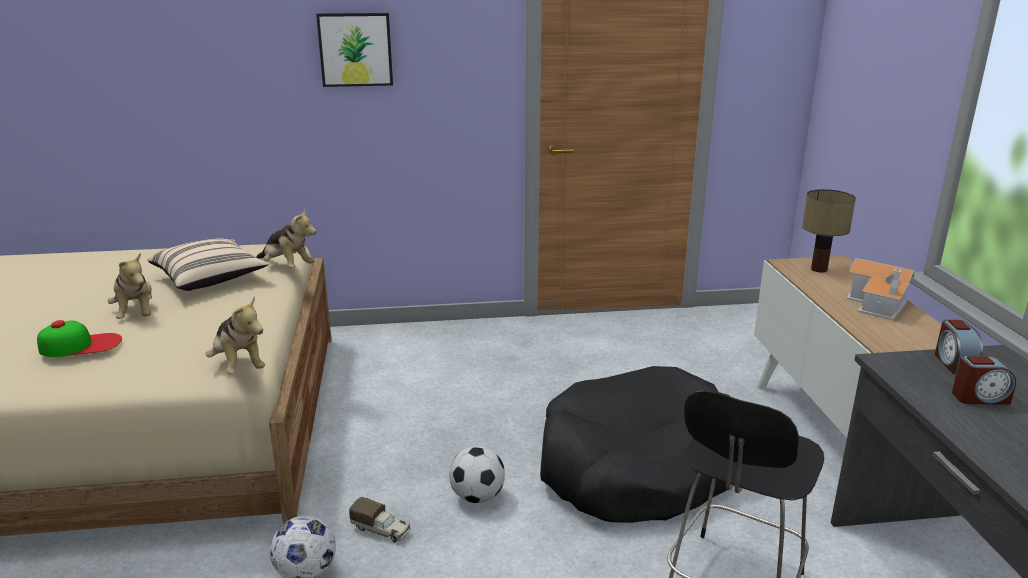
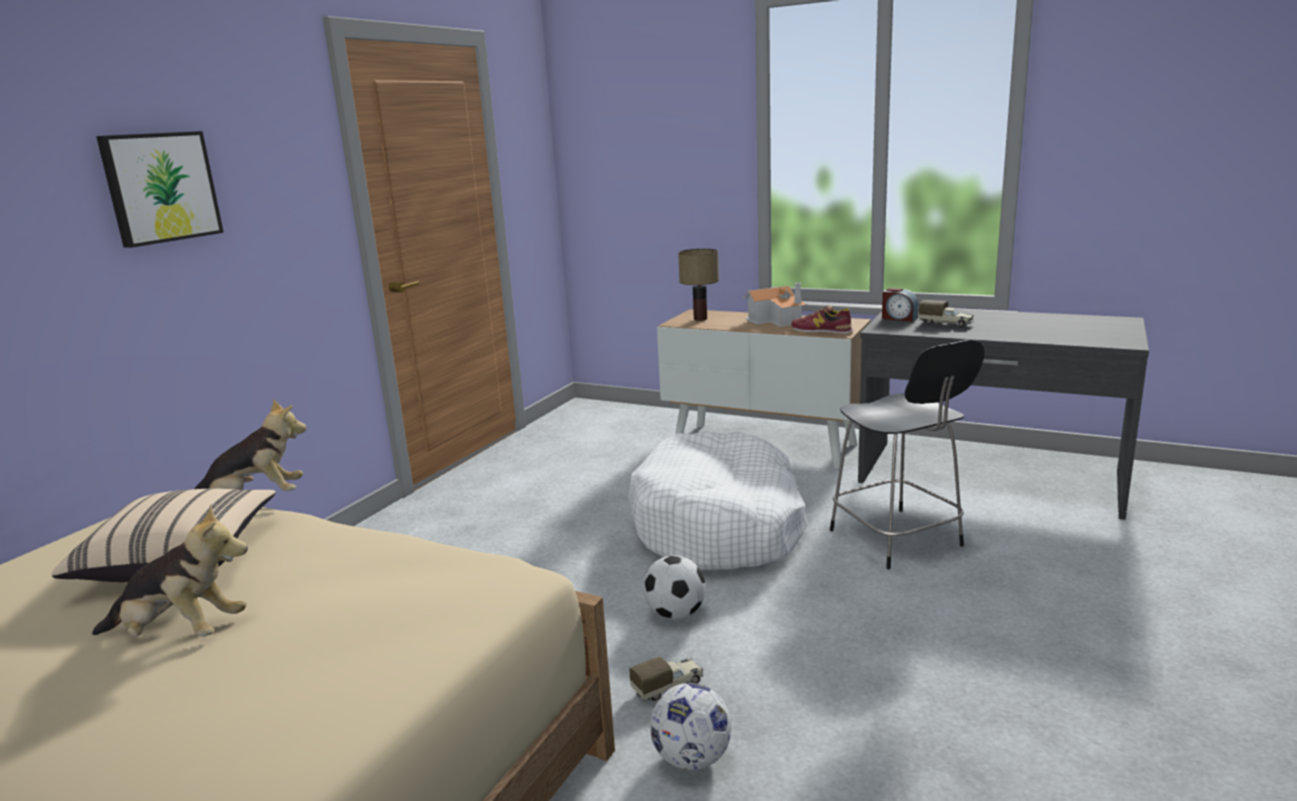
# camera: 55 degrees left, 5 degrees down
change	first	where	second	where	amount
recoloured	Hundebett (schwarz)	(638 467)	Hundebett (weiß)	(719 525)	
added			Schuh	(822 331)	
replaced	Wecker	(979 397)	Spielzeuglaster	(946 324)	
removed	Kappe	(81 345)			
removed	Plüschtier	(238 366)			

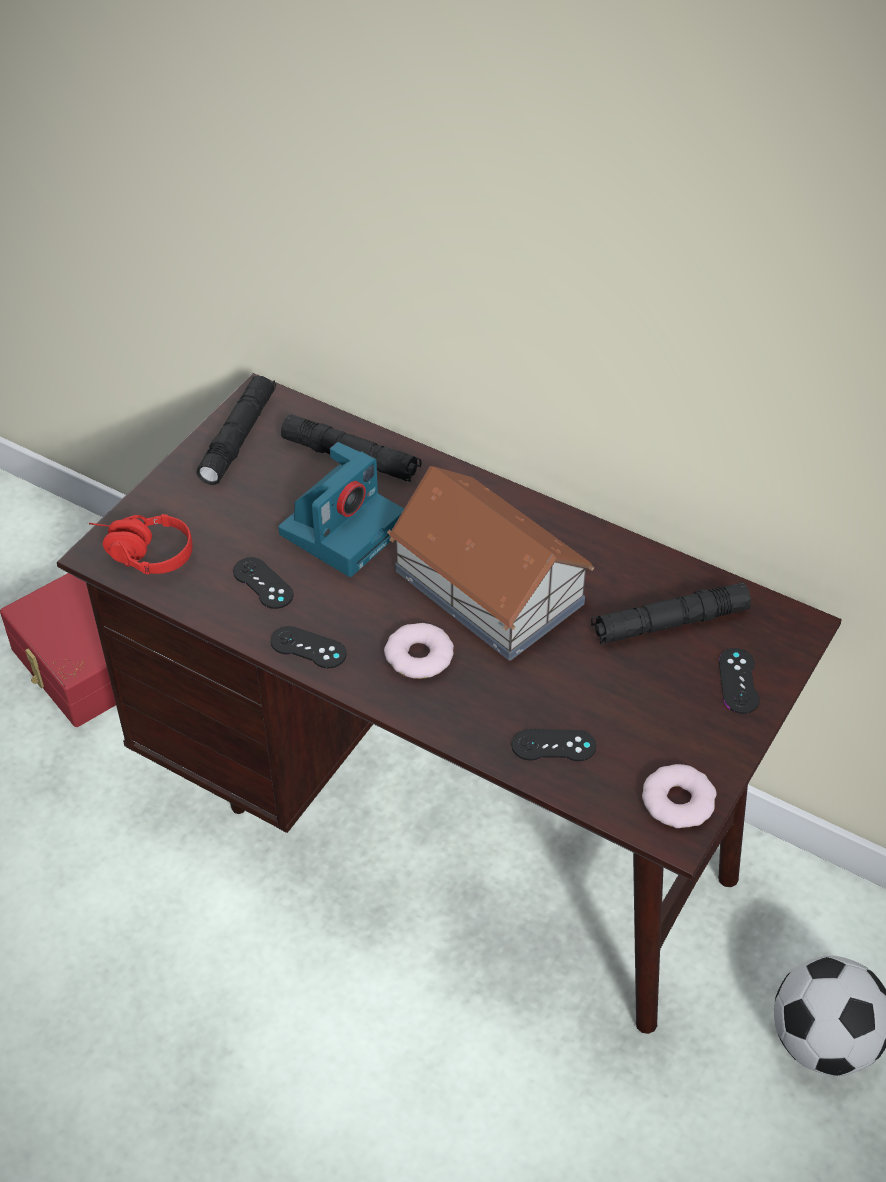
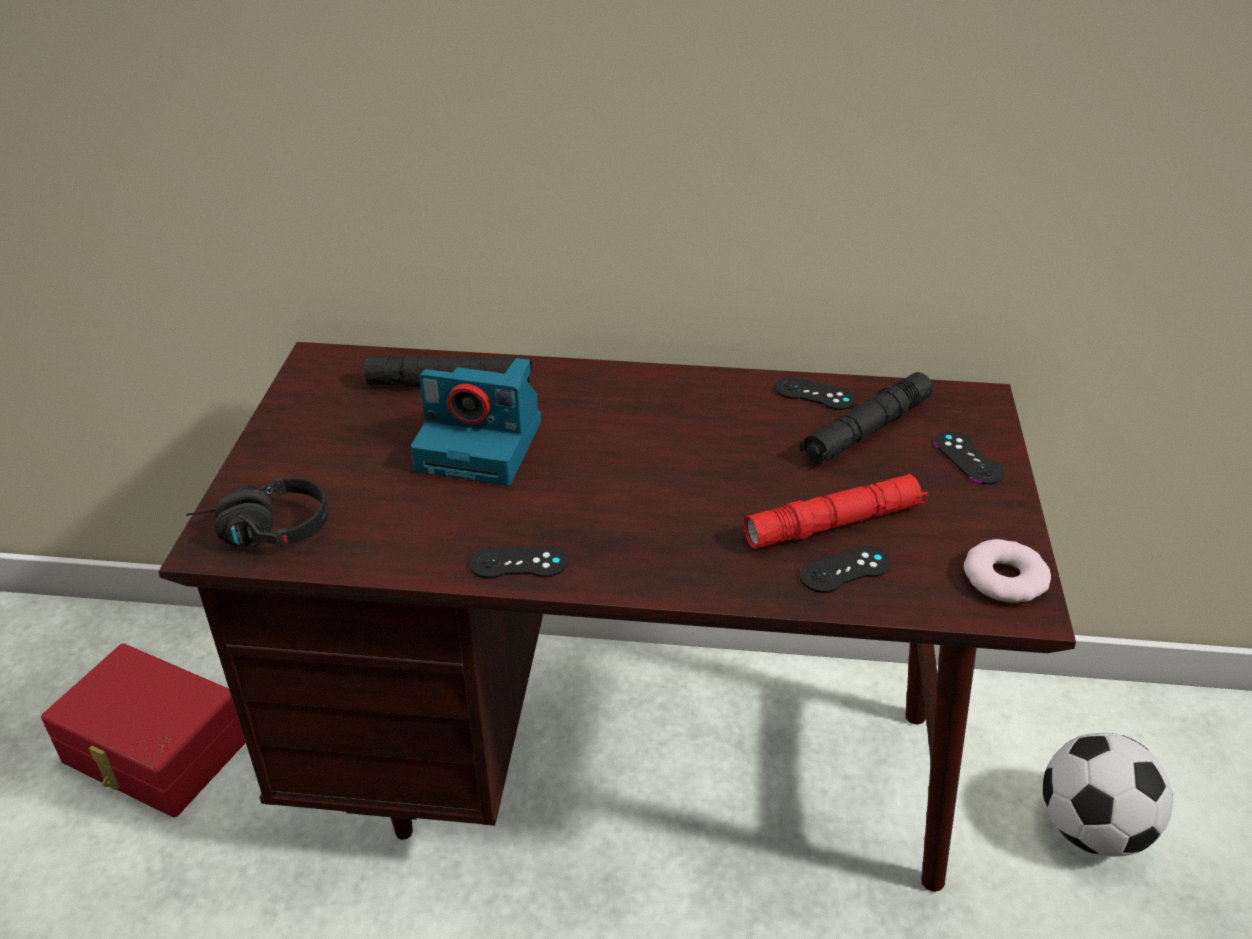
# camera: 25 degrees left, 10 degrees down
change	first	where	second	where	amount
recoloured	Kopfhörer (rot)	(140 554)	Kopfhörer (schwarz)	(261 533)	
turned	Kamera	(343 529)		(483 445)	90 degrees clockwise
added			Taschenlampe (rot)	(834 523)	
moved	Gamepad (schwarz)	(263 583)		(814 394)	
removed	Taschenlampe (schwarz)	(238 437)			
removed	Donut	(419 656)			
removed	Spielzeughaus	(489 588)			

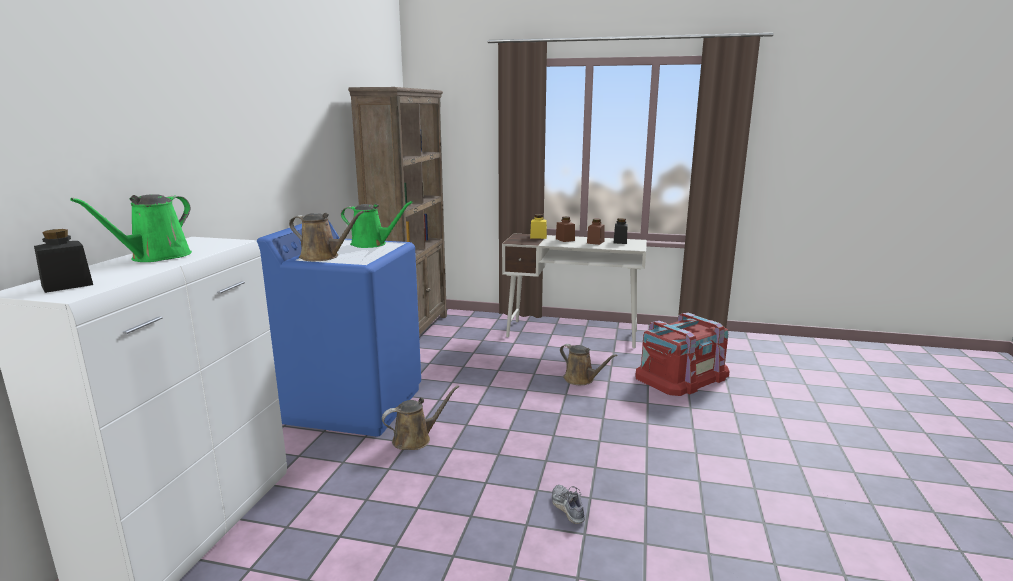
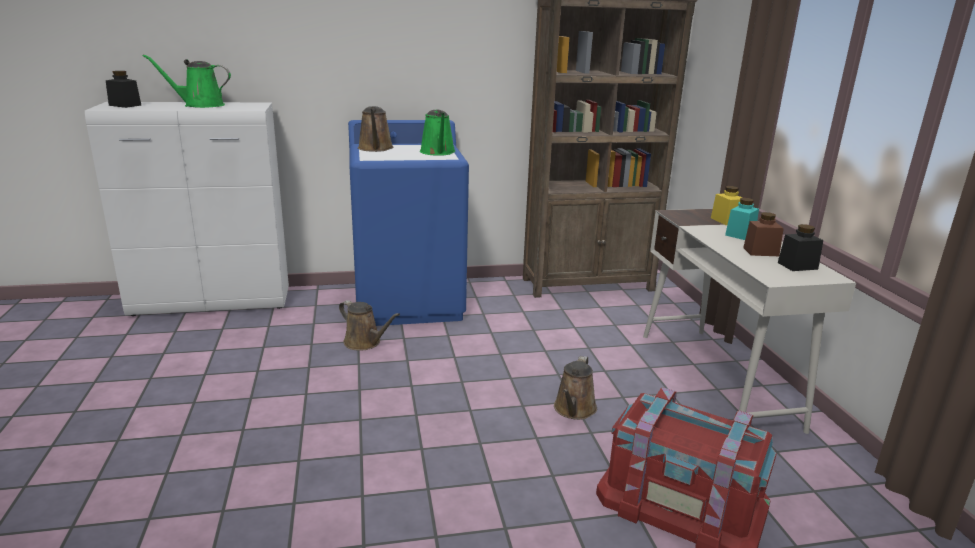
# camera: 65 degrees right, 5 degrees up
change	first	where	second	where	amount
recoloured	Vorratsglas (braun)	(565 239)	Vorratsglas (türkis)	(740 234)	
removed	Schuh	(567 508)			

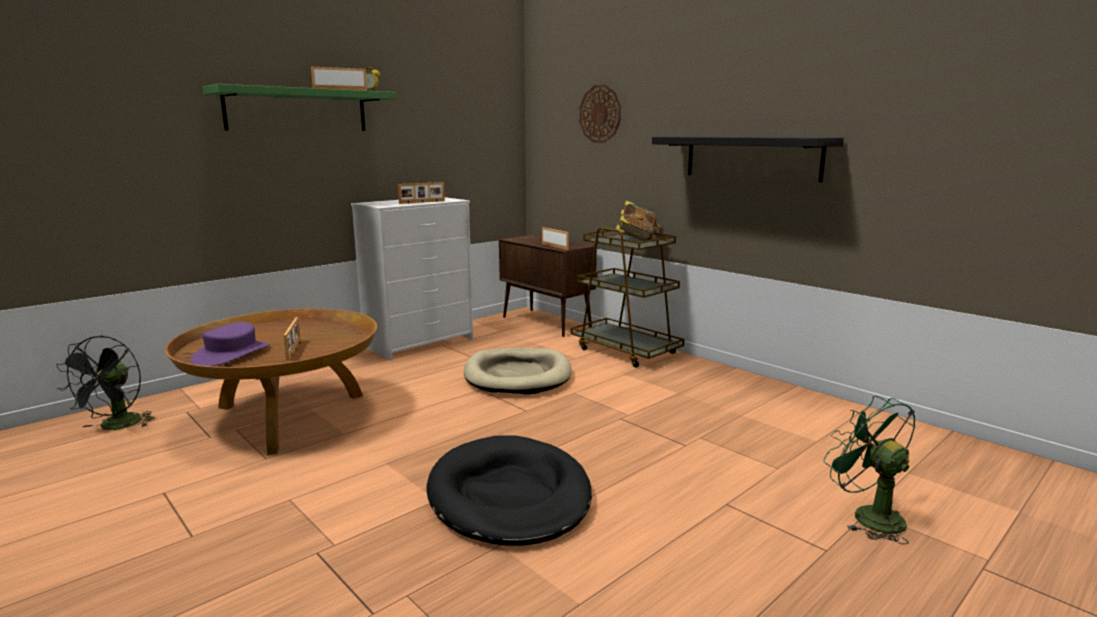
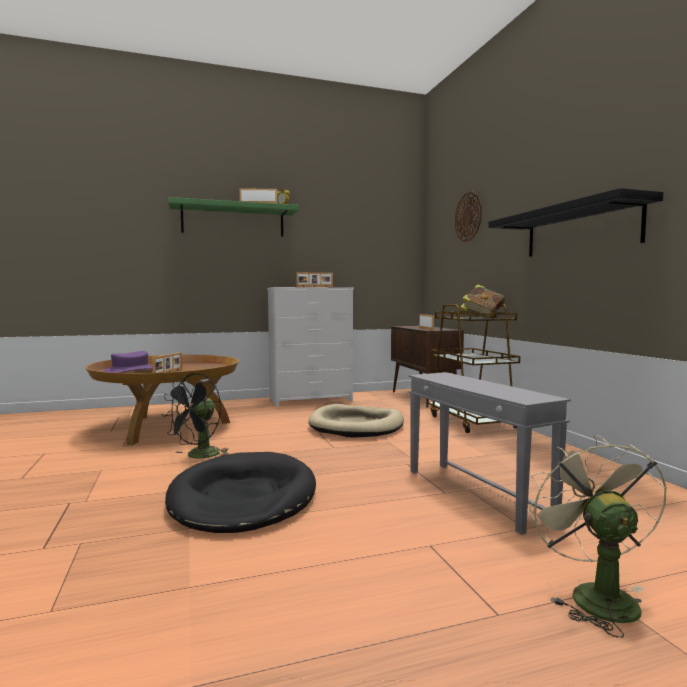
# camera: 25 degrees right, 10 degrees down
change	first	where	second	where	amount
moved	Ventilator (schwarz)	(116 427)		(198 456)	
added			Beistelltisch (grau)	(474 494)	
recoloured	Ventilator (grün)	(868 515)	Ventilator (beige)	(594 595)	

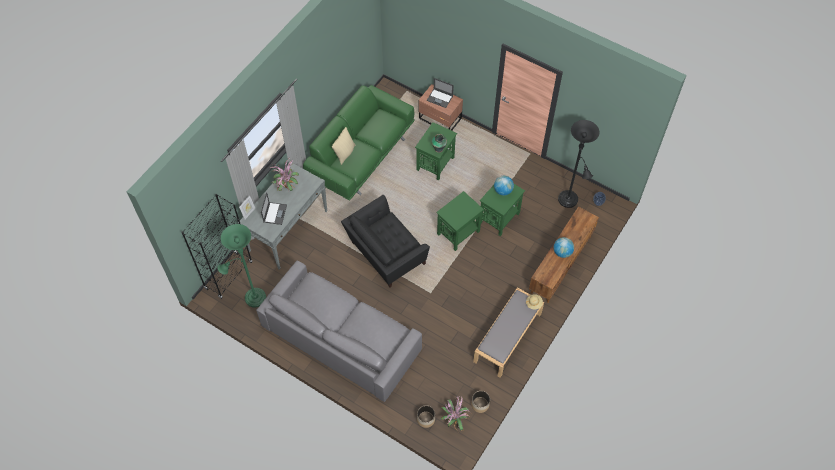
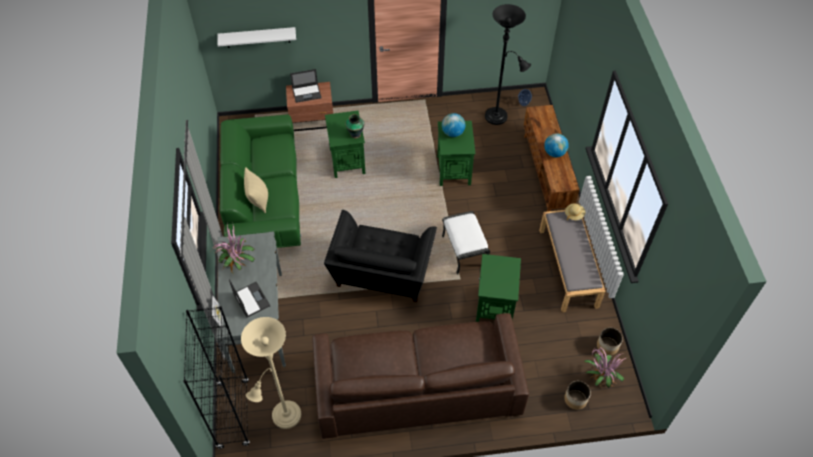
# camera: 40 degrees left, 5 degrees down
change	first	where	second	where	amount
added			Wandregal (weiß)	(257 37)	
recoloured	Stehlampe (grün)	(252 299)	Stehlampe (beige)	(284 418)	
recoloured	Sofa (grau)	(341 337)	Sofa (braun)	(417 385)	
added			Polsterhocker (weiß)	(463 251)	
moved	Beistelltisch (grün)	(458 233)		(494 306)	

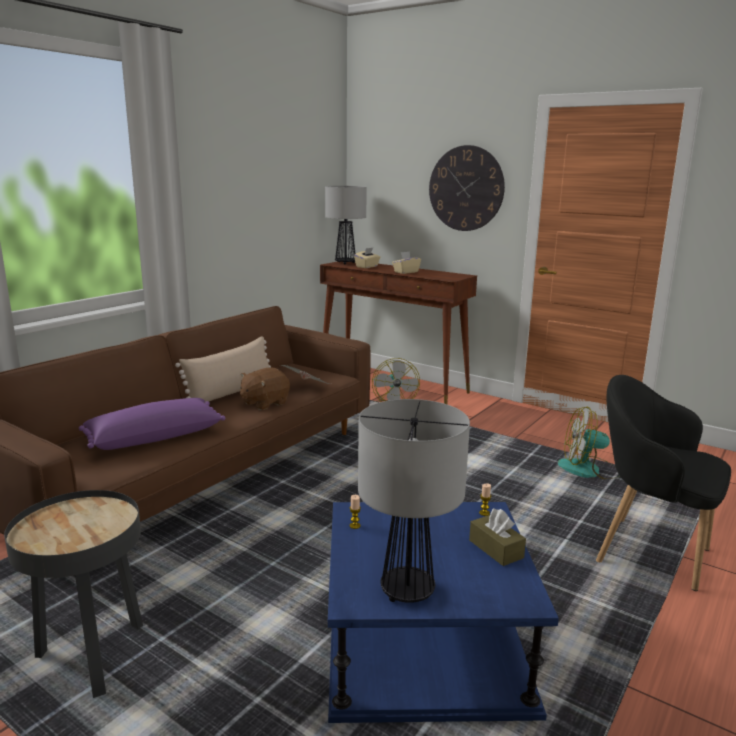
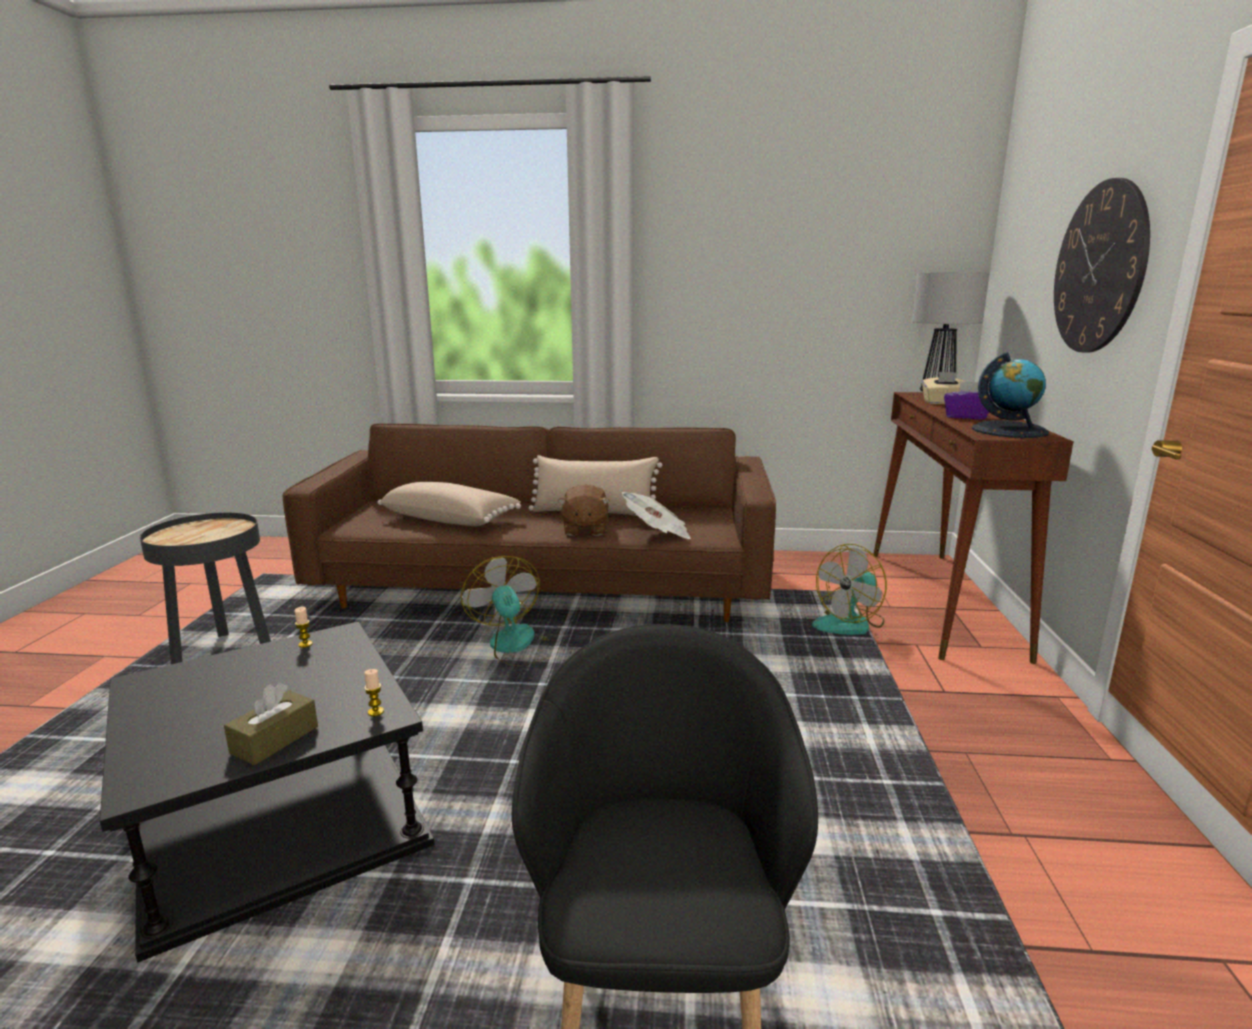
# camera: 60 degrees right, 0 degrees up
change	first	where	second	where	amount
recoloured	Beistelltisch (blau)	(424 645)	Beistelltisch (schwarz)	(279 818)	
recoloured	Kissen (lila)	(154 437)	Kissen (beige)	(451 519)	
moved	Ventilator	(588 470)		(517 647)	
turned	Plüschtier (braun)	(264 403)		(584 529)	105 degrees counterclockwise
recoloured	Taschentuchbox (beige)	(406 272)	Taschentuchbox (lila)	(965 417)	
added			Globus	(1009 430)	
removed	Tischlampe	(406 590)			

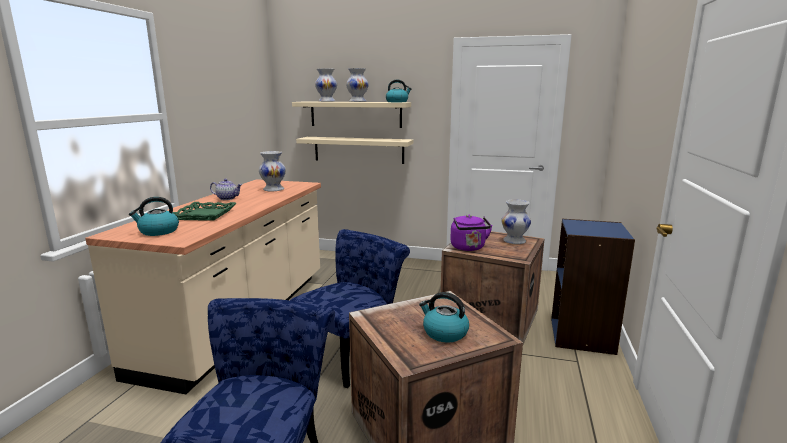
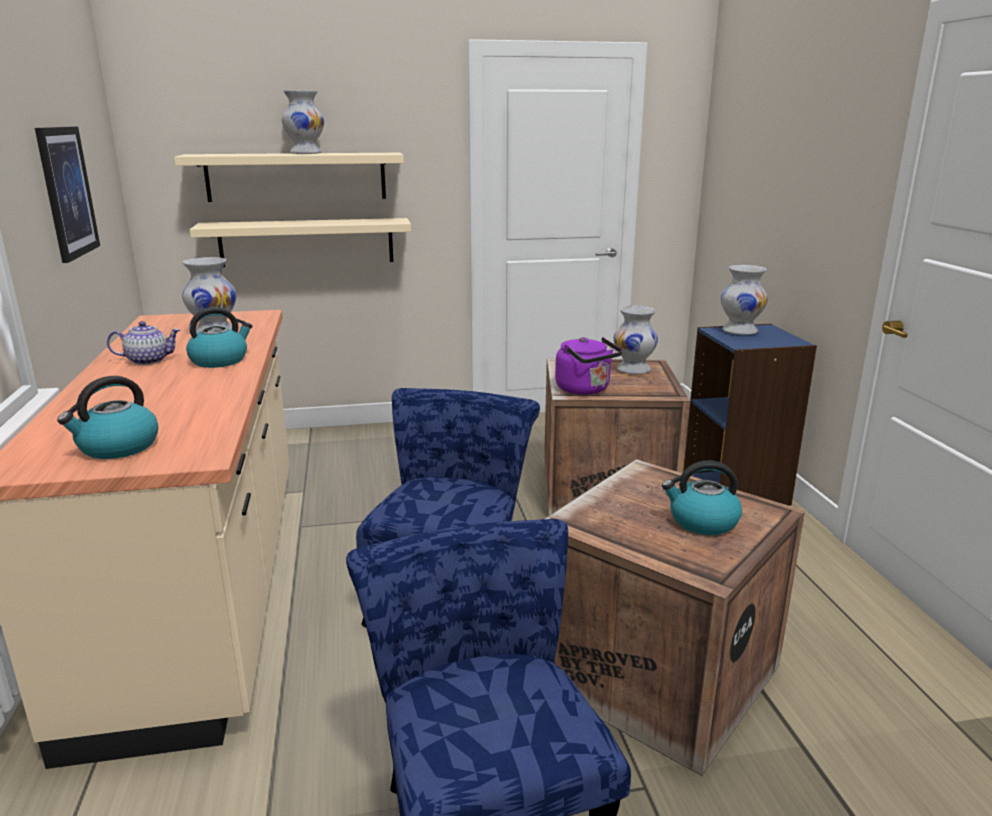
# camera: 25 degrees left, 5 degrees up
change	first	where	second	where	amount
added			Bild	(67 192)	
moved	Wasserkessel	(397 102)		(220 360)	
moved	Vase (weiß)	(326 101)		(740 331)	
removed	Tablett (grün)	(205 215)			

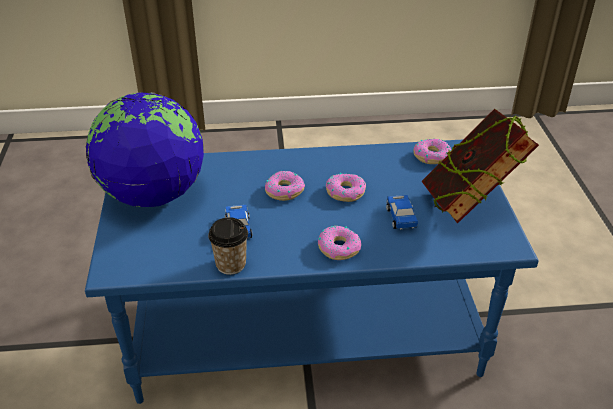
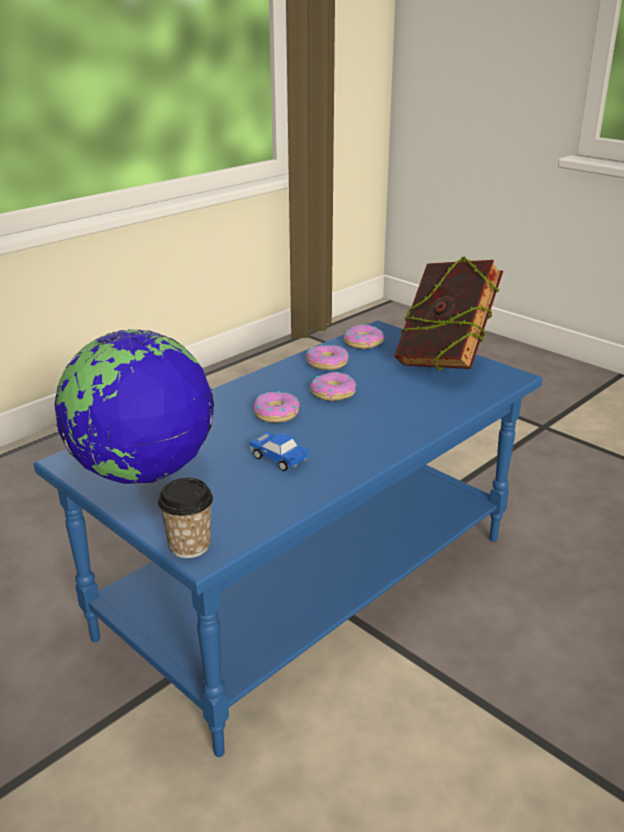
# camera: 40 degrees left, 10 degrees down
change	first	where	second	where	amount
moved	Tasse	(231 264)		(189 545)	
moved	Donut	(339 248)		(327 363)	
removed	Spielzeugauto	(401 218)			

